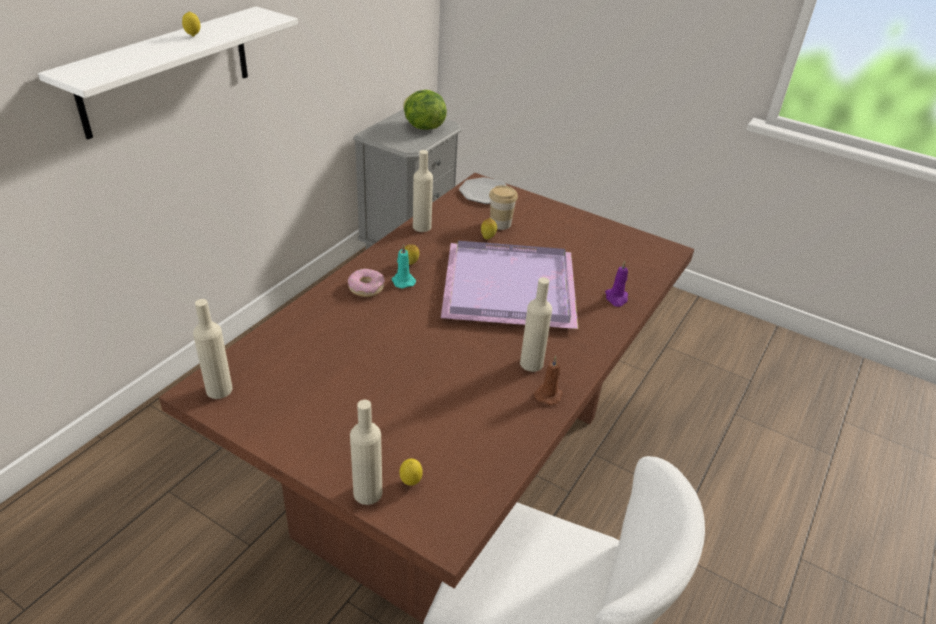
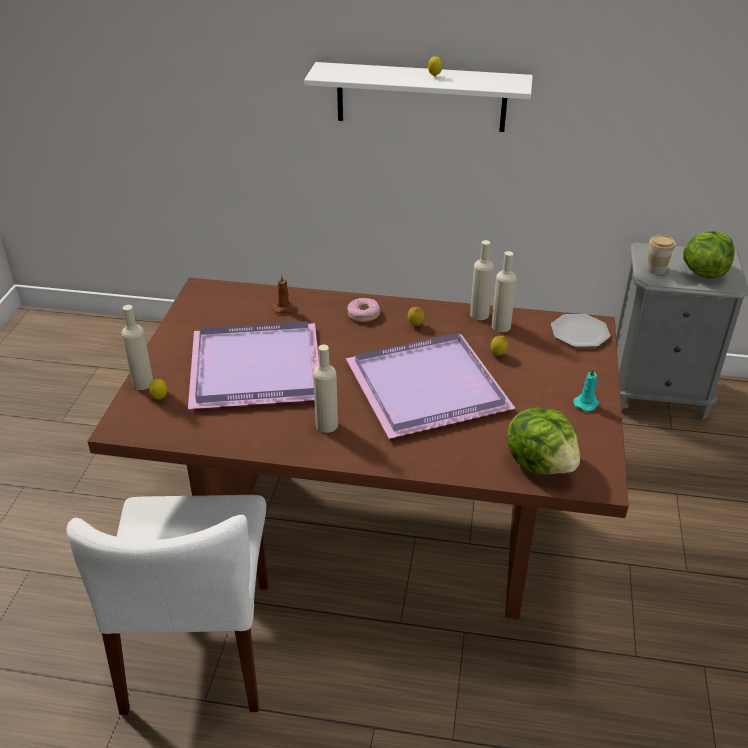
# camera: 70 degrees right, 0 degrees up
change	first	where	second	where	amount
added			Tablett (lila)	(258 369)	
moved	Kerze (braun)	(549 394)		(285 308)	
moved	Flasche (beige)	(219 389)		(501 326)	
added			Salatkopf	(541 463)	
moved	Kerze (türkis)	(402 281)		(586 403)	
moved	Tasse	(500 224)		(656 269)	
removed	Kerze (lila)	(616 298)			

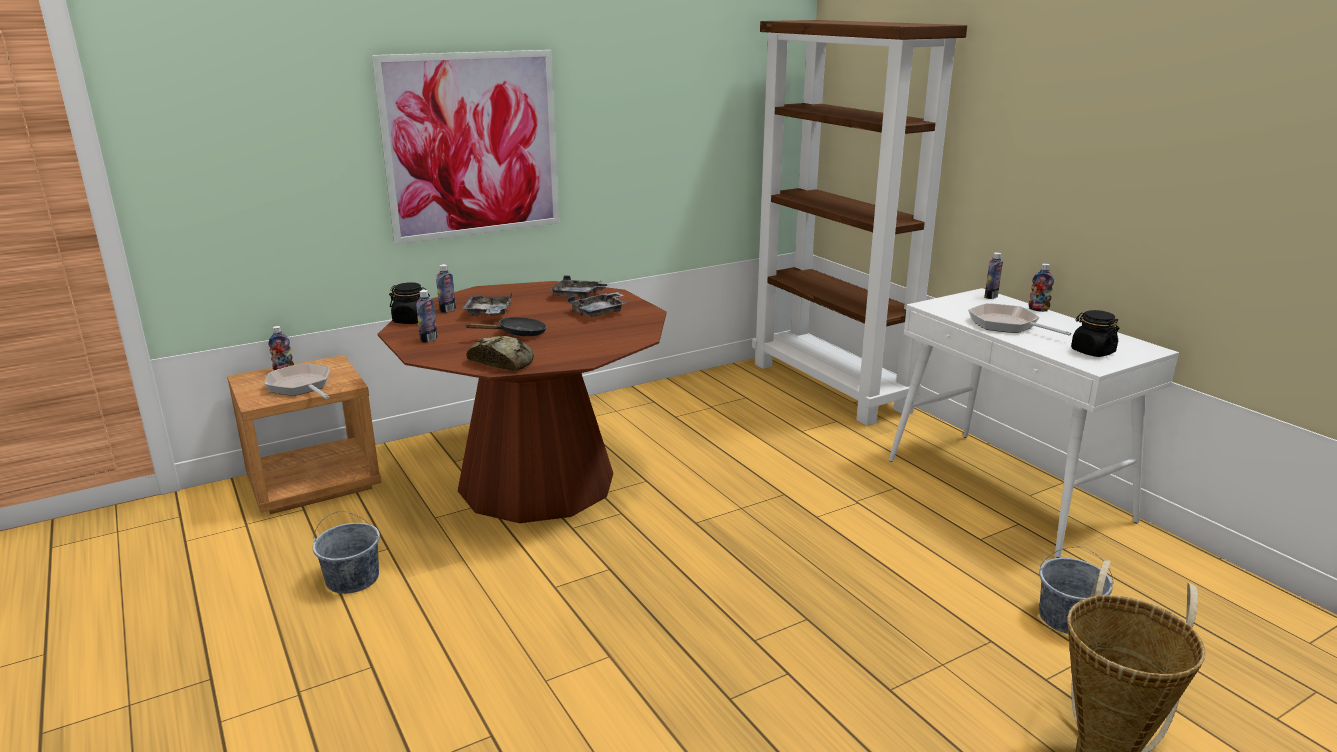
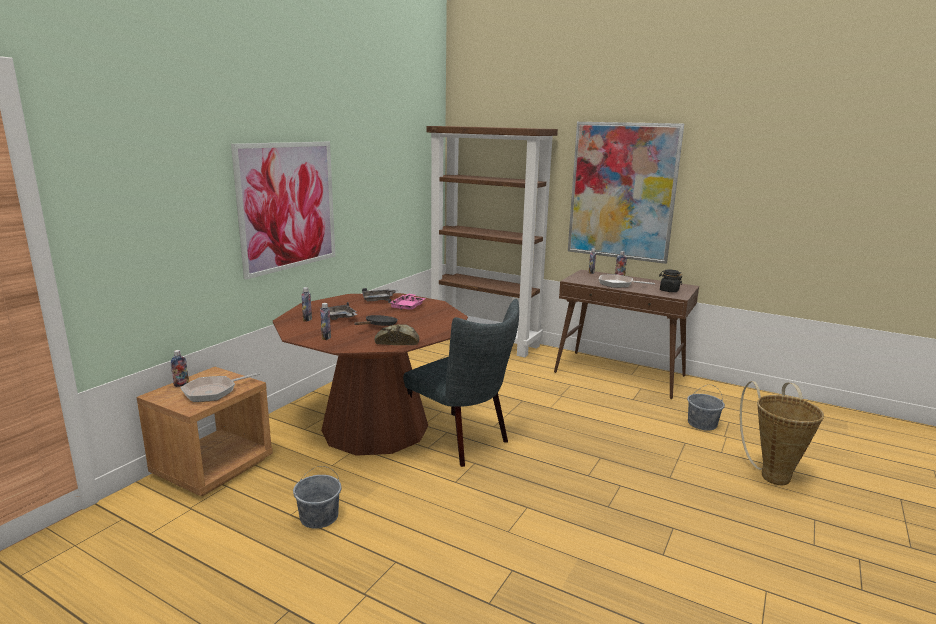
# camera: 30 degrees left, 5 degrees down
change	first	where	second	where	amount
turned	Pfanne	(301 386)		(213 391)	60 degrees counterclockwise
recoloured	Tablett (grau)	(600 312)	Tablett (rosa)	(408 307)	
added			Stuhl (grau)	(461 441)	
recoloured	Konsolentisch (weiß)	(1007 490)	Konsolentisch (braun)	(620 374)	
added			Bild	(622 191)	
removed	Vorratsglas (schwarz)	(411 320)			

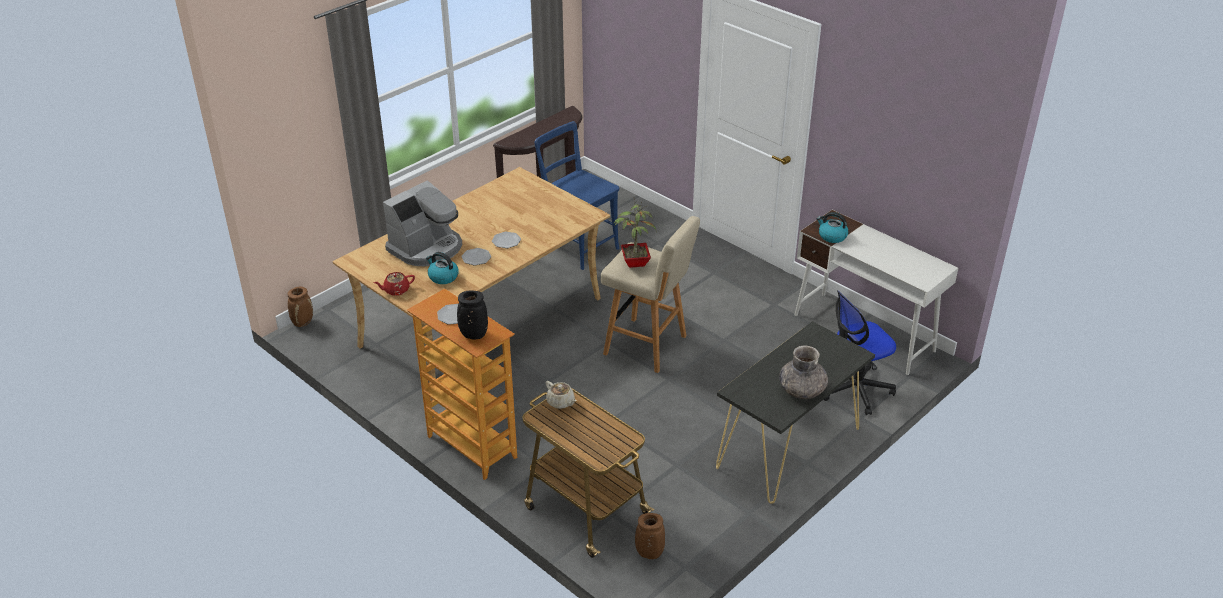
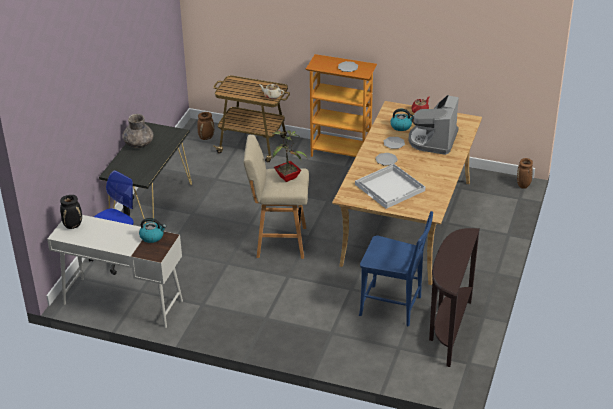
# camera: 155 degrees right, 0 degrees up
change	first	where	second	where	amount
moved	Vase (schwarz)	(473 335)		(73 225)	
added			Tablett (weiß)	(390 187)	

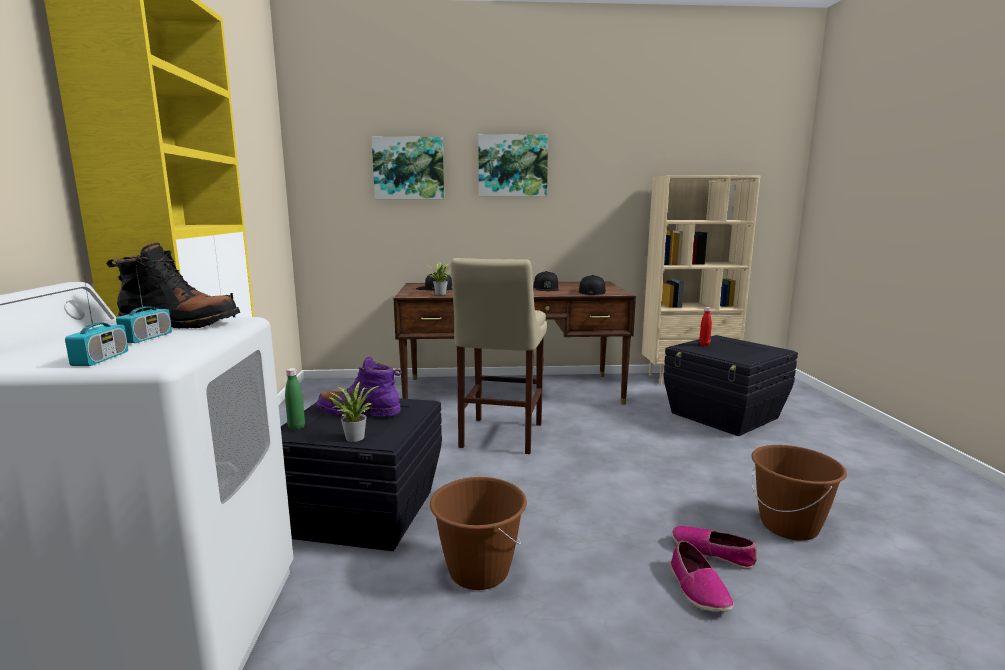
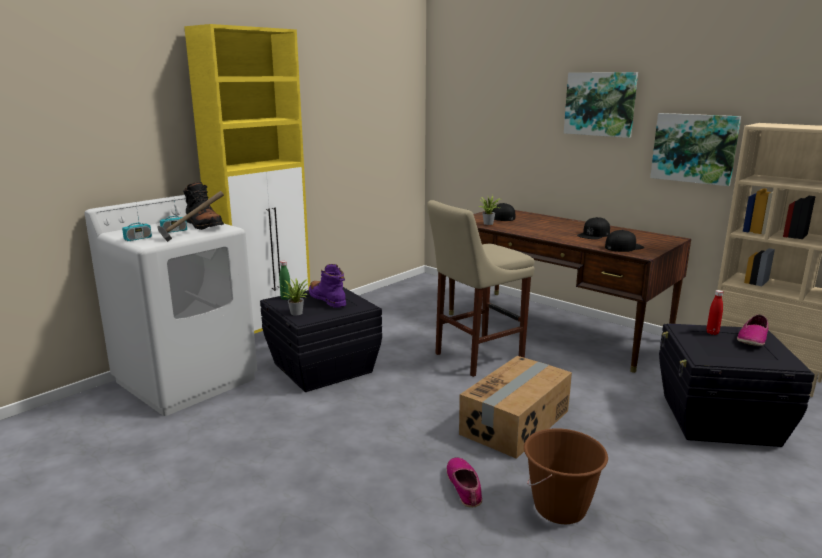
# camera: 45 degrees right, 5 degrees up
change	first	where	second	where	amount
added			Hammer	(190 236)	
added			Karton	(516 422)	
moved	Bild	(409 168)		(694 148)	
moved	Schuh	(697 588)		(752 339)	
removed	Eimer (braun)	(478 571)			

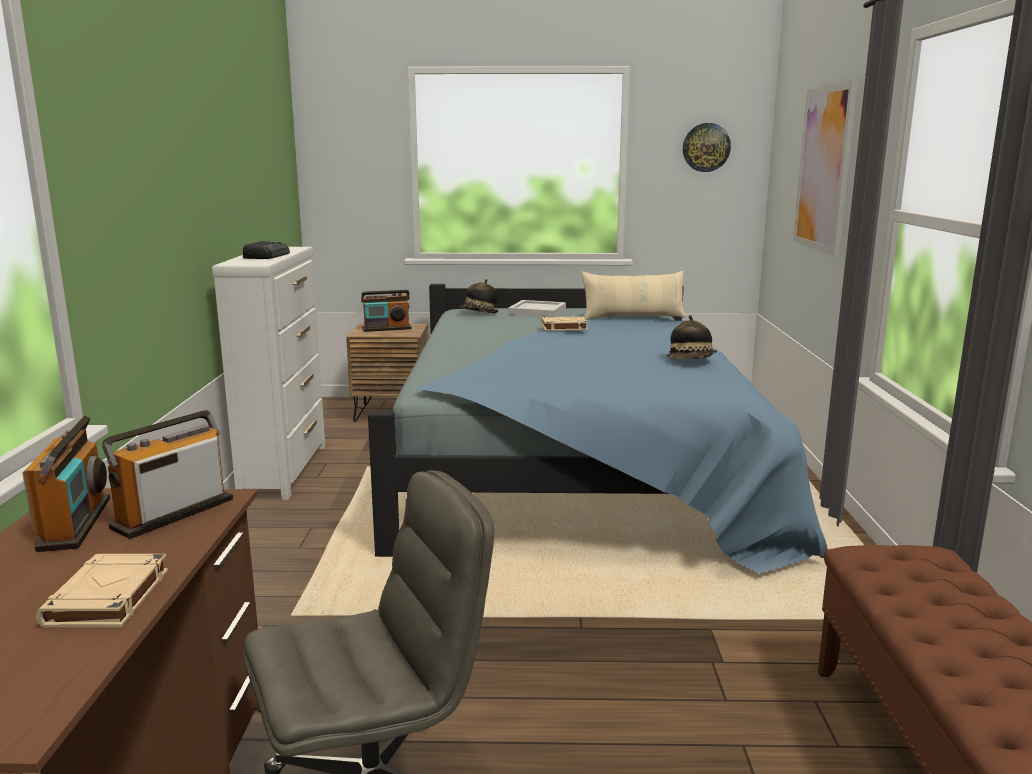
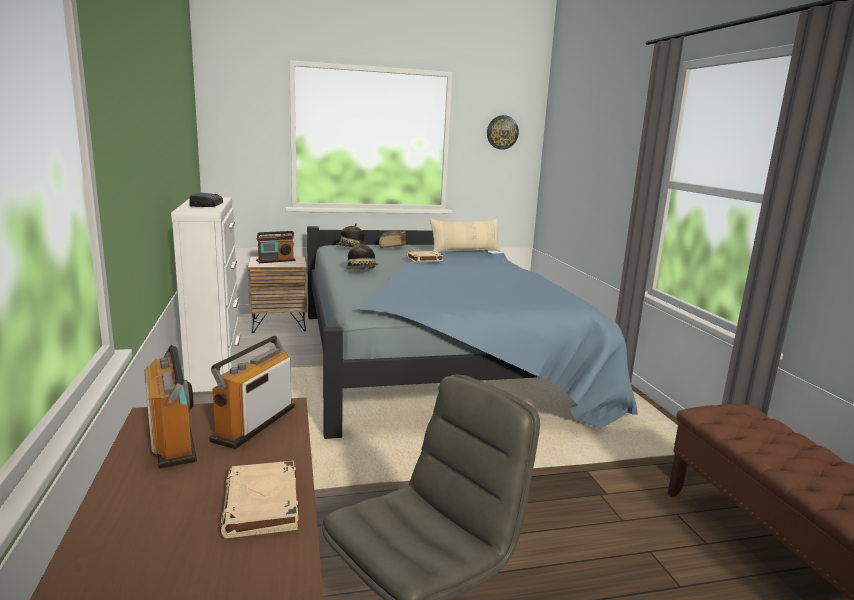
# camera: 15 degrees left, 0 degrees up
change	first	where	second	where	amount
moved	Hut	(691 361)		(362 271)	
replaced	Tablett (weiß)	(538 311)	Buch	(392 247)	
removed	Bild	(824 169)			

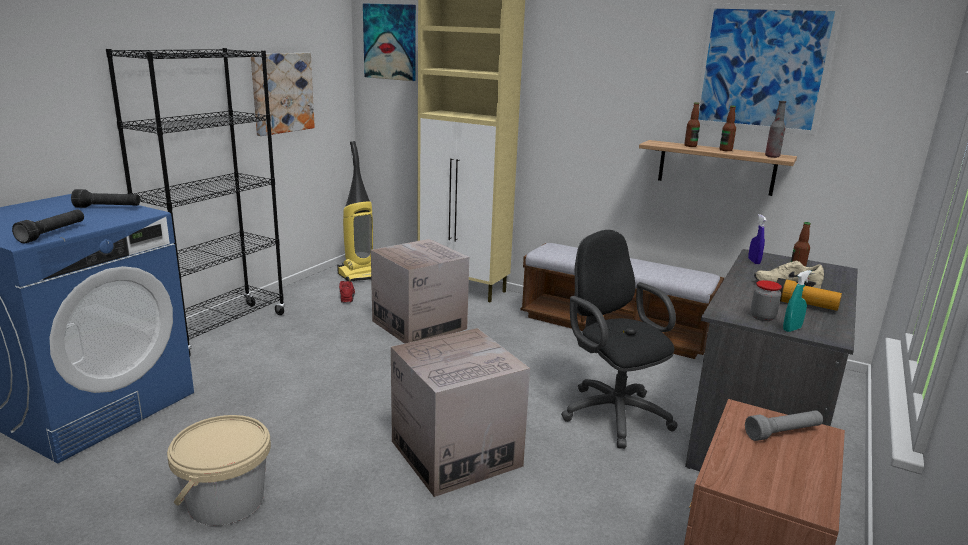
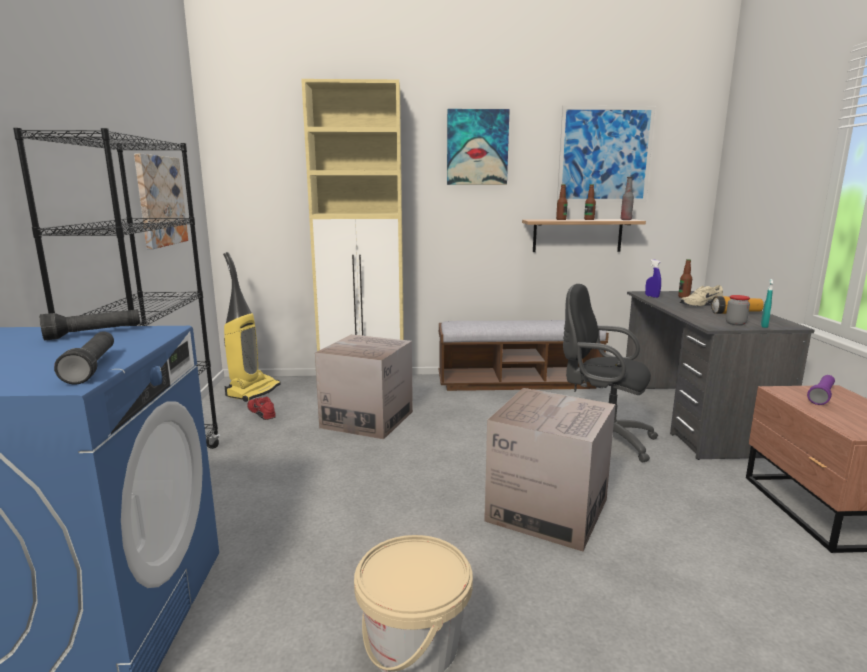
# camera: 30 degrees left, 5 degrees down
change	first	where	second	where	amount
moved	Bild	(390 42)		(477 147)	
recoloured	Taschenlampe (grau)	(783 433)	Taschenlampe (lila)	(822 396)	

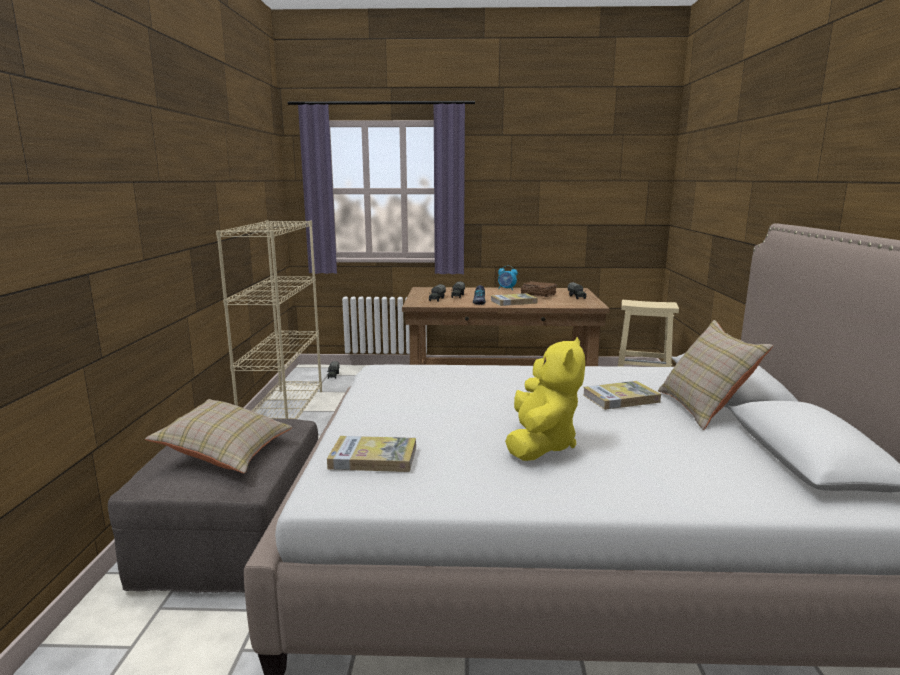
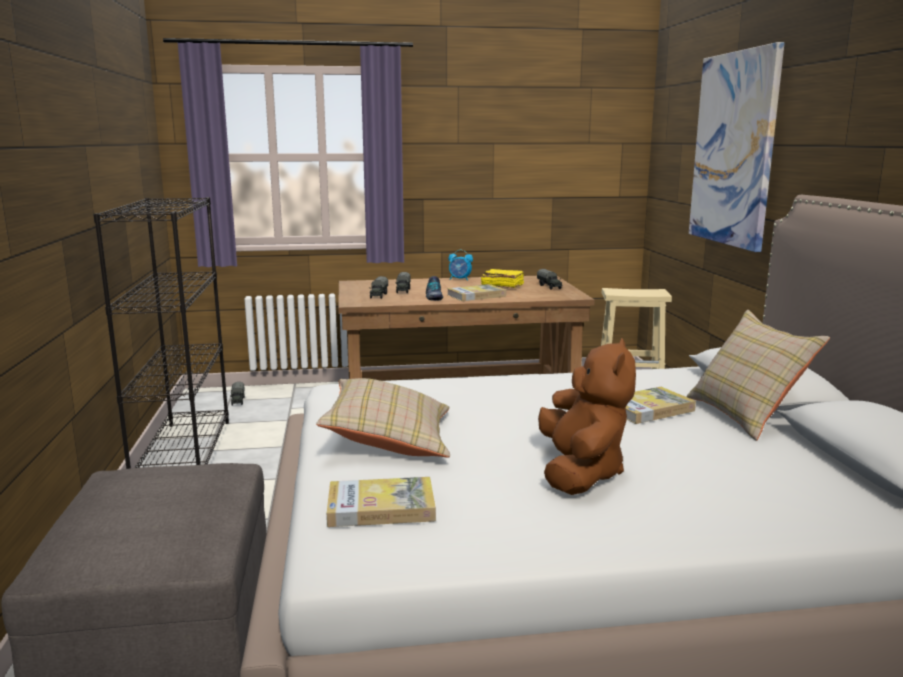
# camera: 10 degrees left, 0 degrees up
change	first	where	second	where	amount
recoloured	Bücherregal (beige)	(283 412)	Bücherregal (schwarz)	(184 454)	
moved	Kissen (beige)	(226 453)		(389 441)	
recoloured	Buch (braun)	(538 295)	Buch (gelb)	(502 286)	
recoloured	Plüschtier (gelb)	(540 444)	Plüschtier (braun)	(580 473)	
added			Bild	(733 149)	

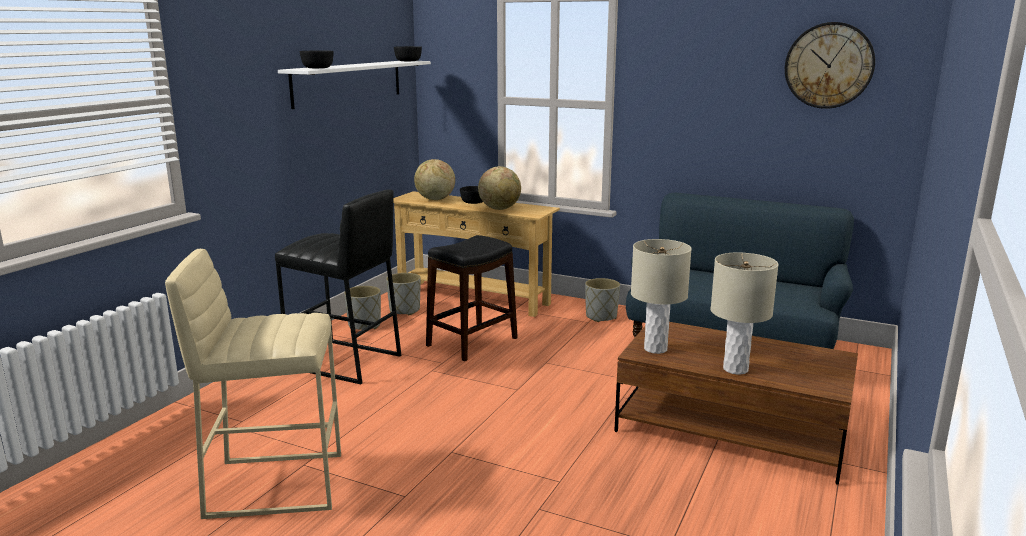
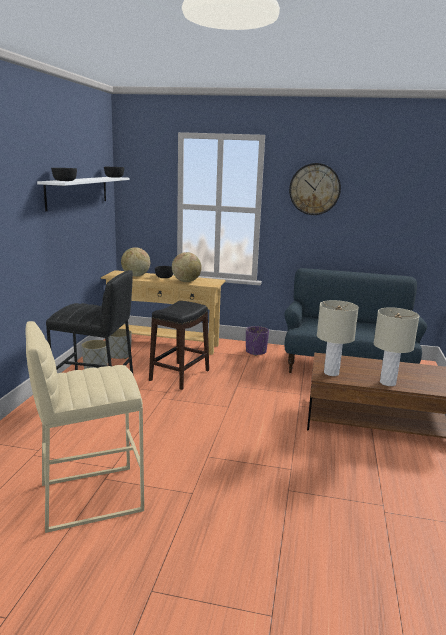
# camera: 15 degrees left, 0 degrees up
change	first	where	second	where	amount
recoloured	Pflanzkübel (grau)	(601 316)	Pflanzkübel (lila)	(256 352)	
moved	Wanduhr	(829 65)		(314 189)	

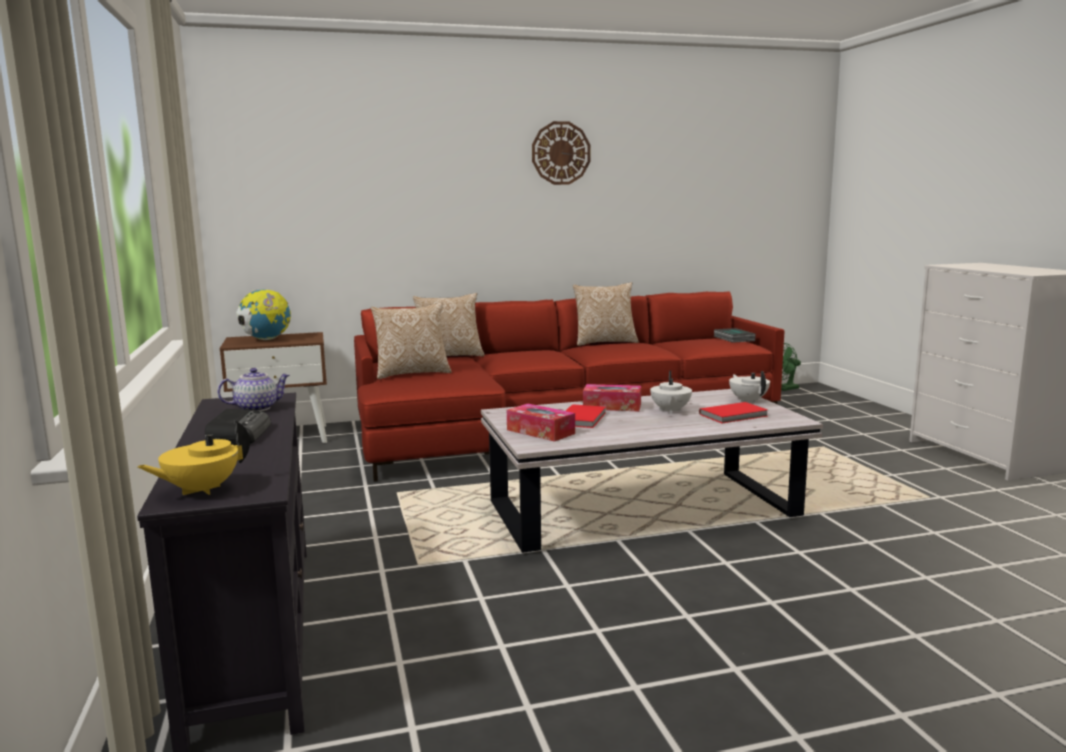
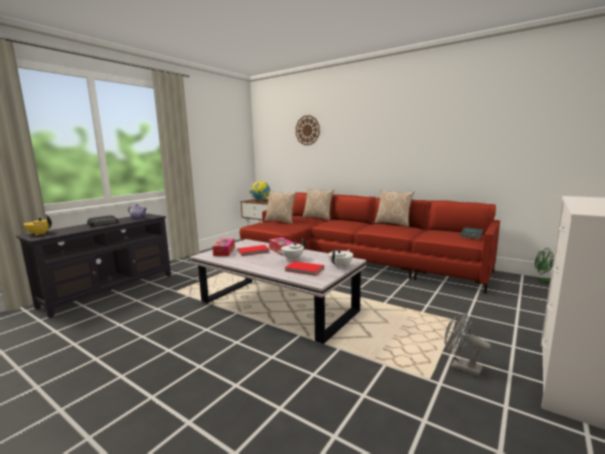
# camera: 50 degrees right, 0 degrees up
change	first	where	second	where	amount
moved	Wanduhr	(561 153)		(307 130)	
added			Ventilator (grau)	(461 366)	

